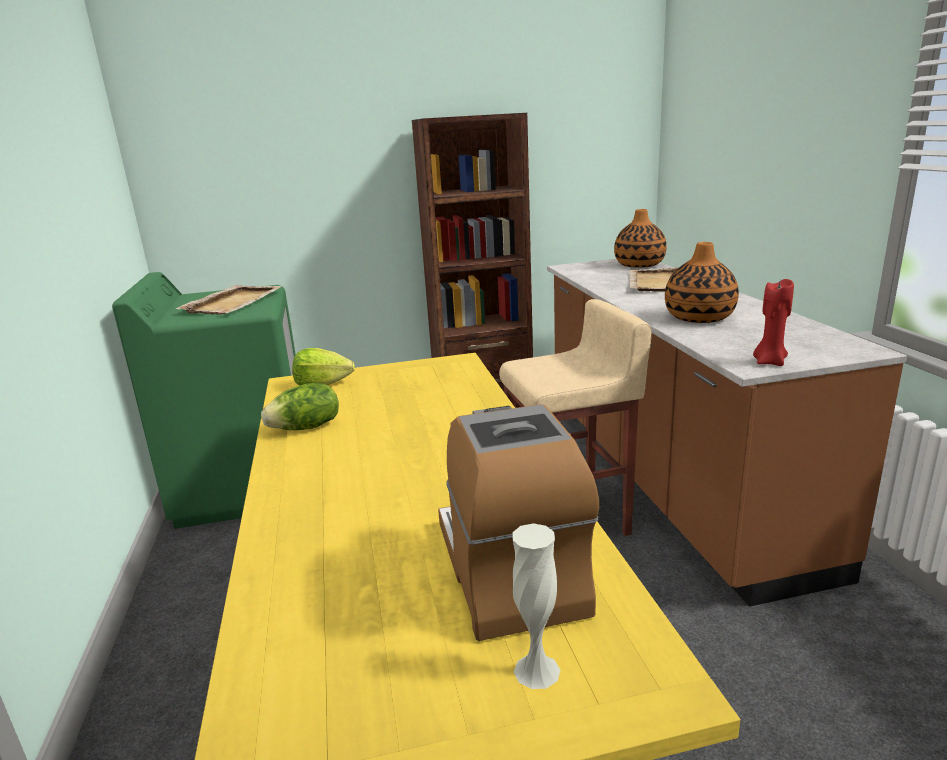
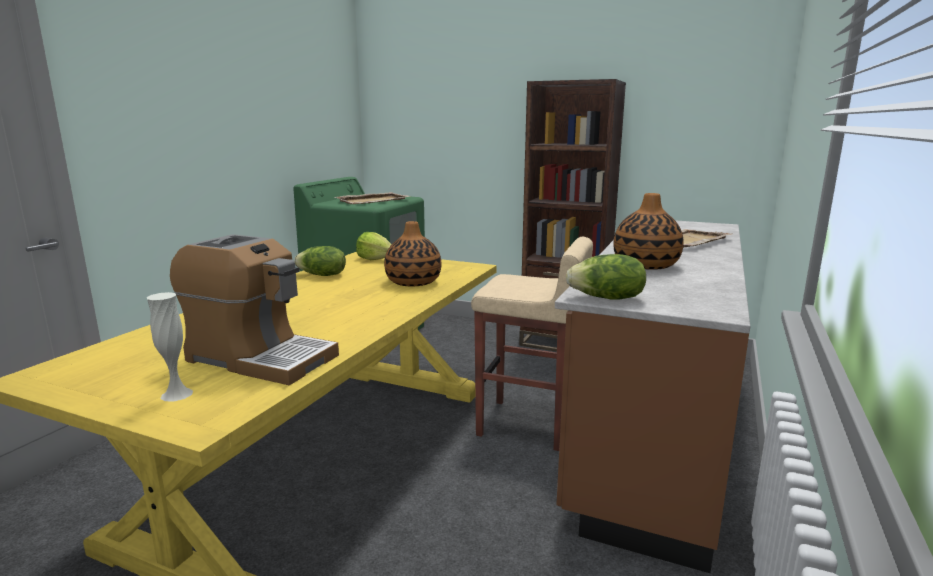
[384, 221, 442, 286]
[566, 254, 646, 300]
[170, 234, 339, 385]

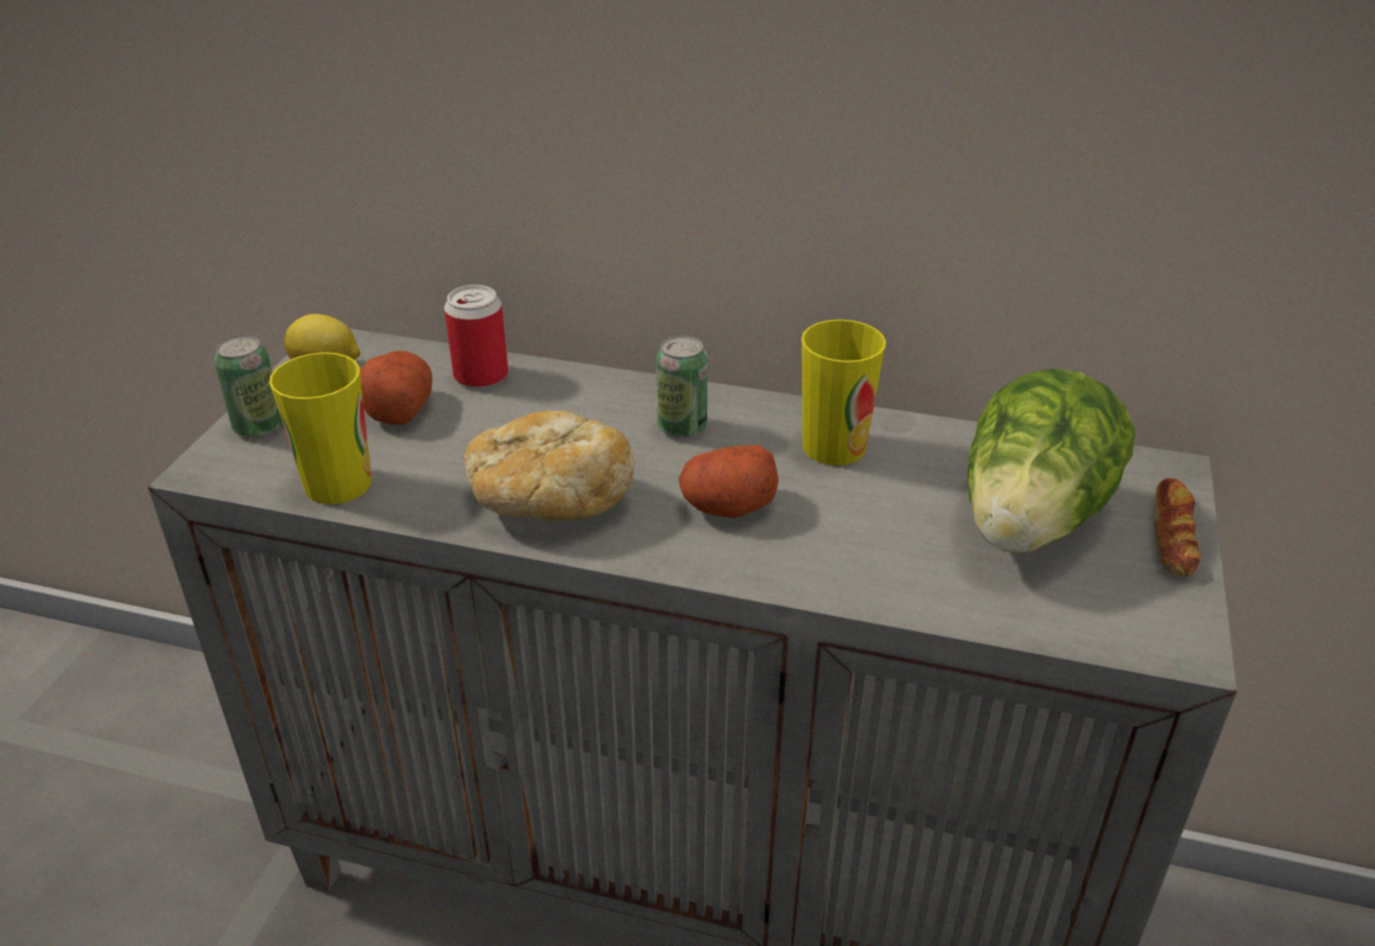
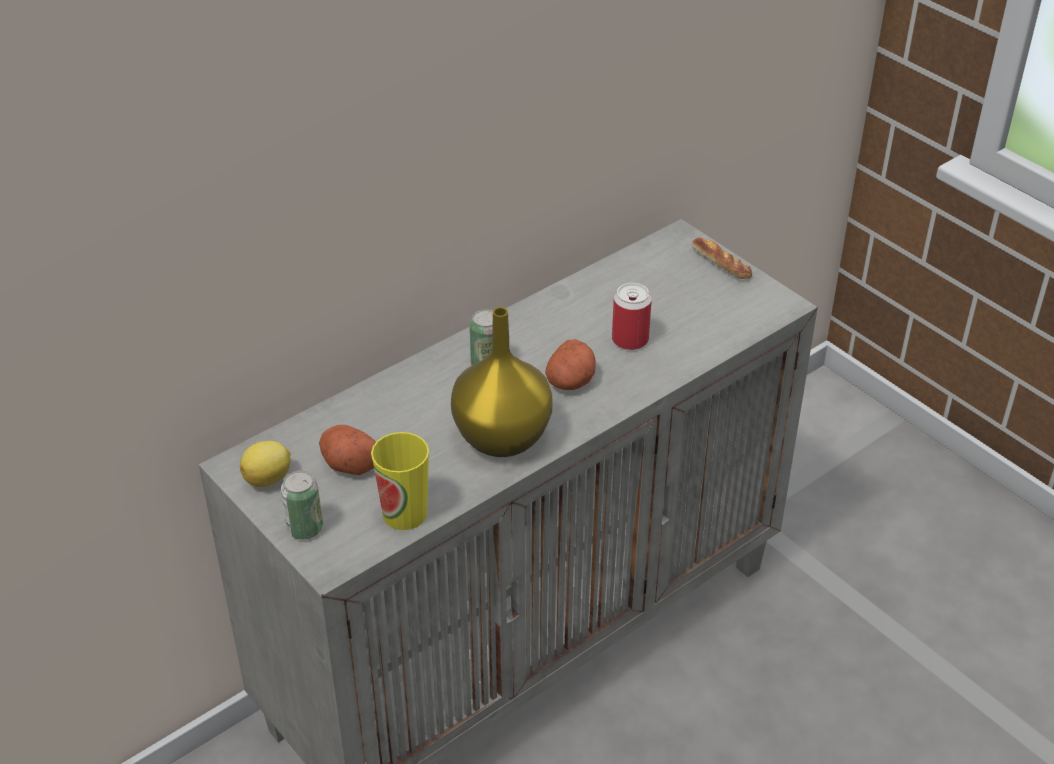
[801, 319, 886, 465] (first image)
[967, 368, 1135, 553] (first image)
[612, 283, 652, 350]
[451, 307, 552, 457]

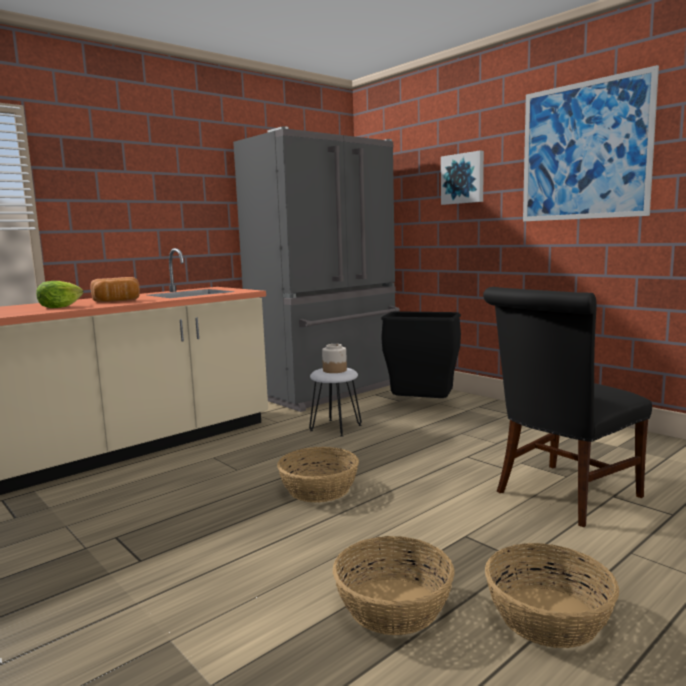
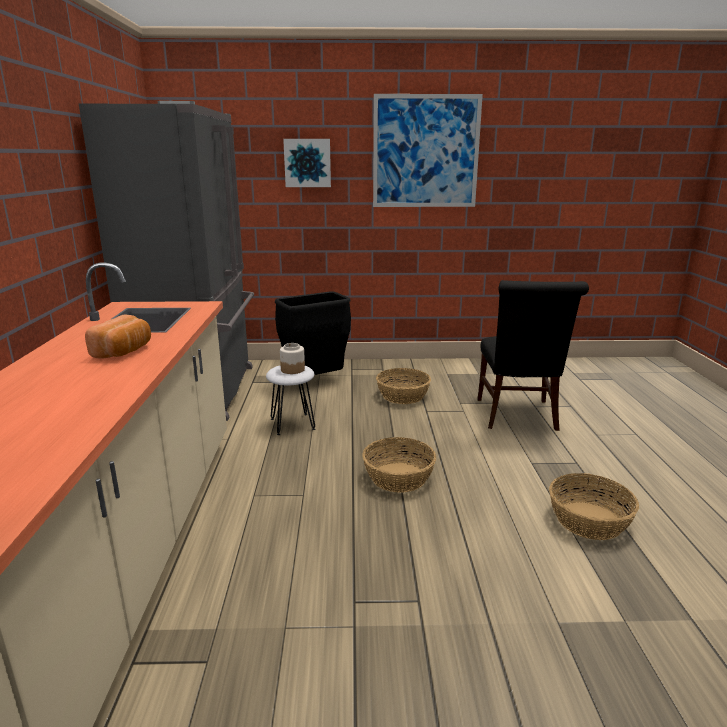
[36, 281, 83, 308] (first image)
[376, 368, 431, 404]

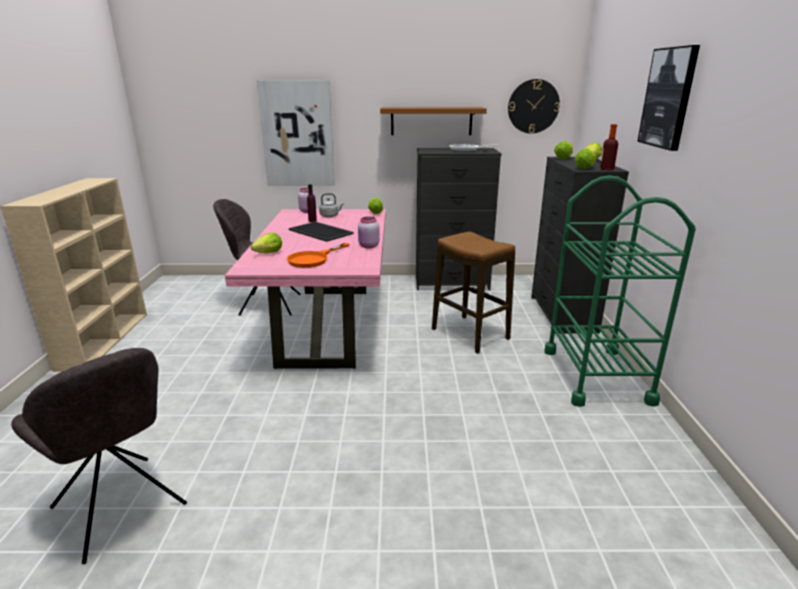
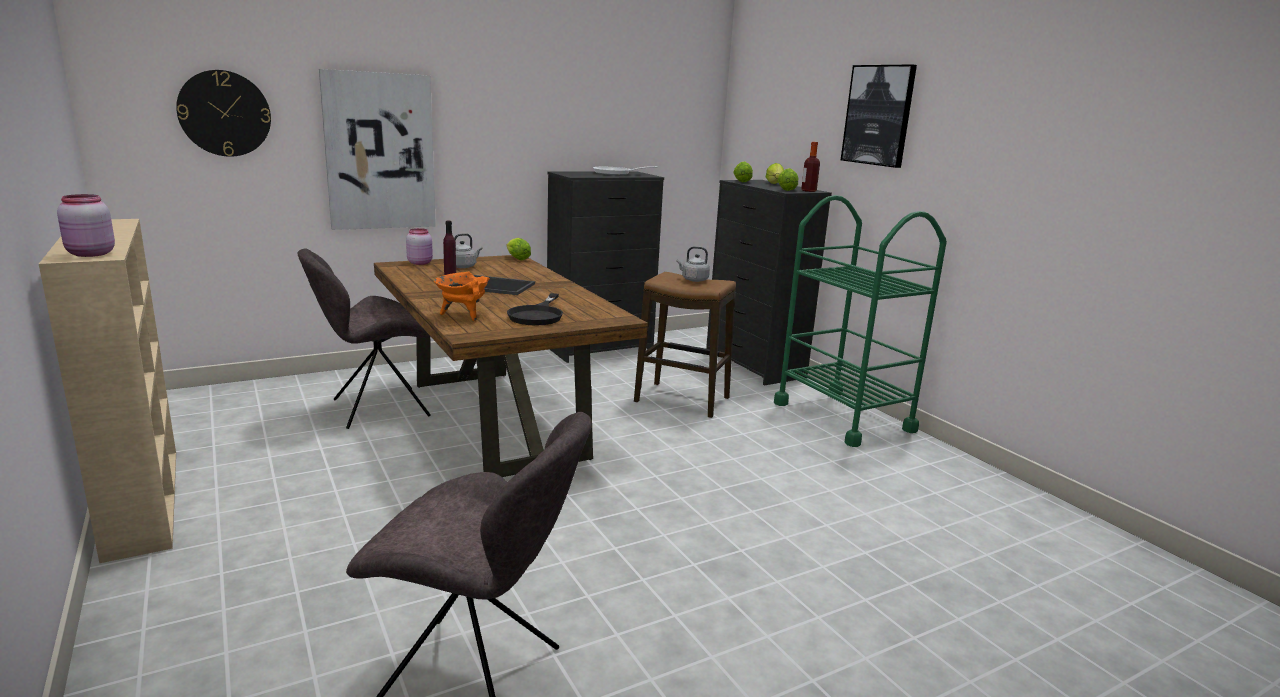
[380, 107, 487, 135] (first image)
[676, 246, 710, 282]
[57, 194, 115, 257]
[176, 70, 271, 157]
[434, 272, 490, 321]
[374, 255, 648, 477]
[507, 293, 563, 326]

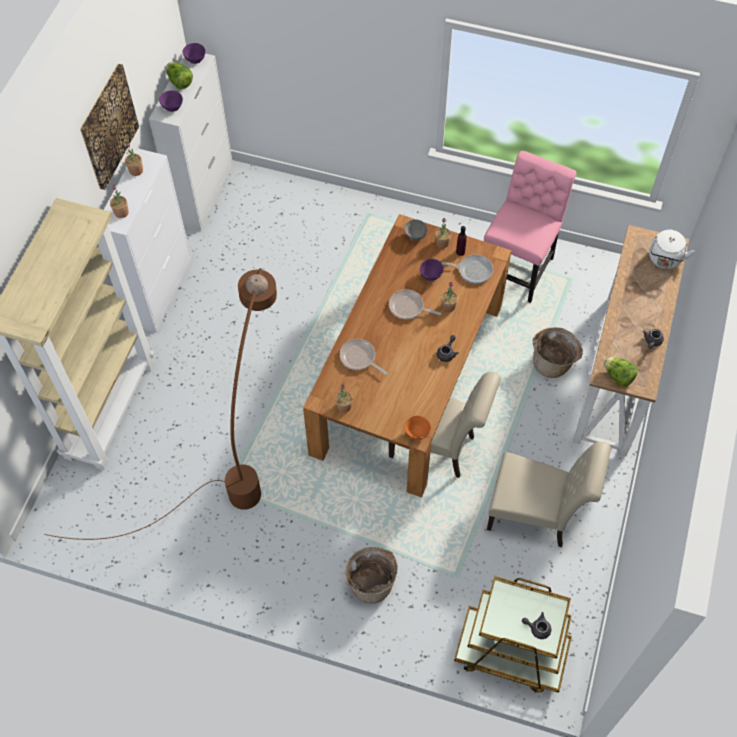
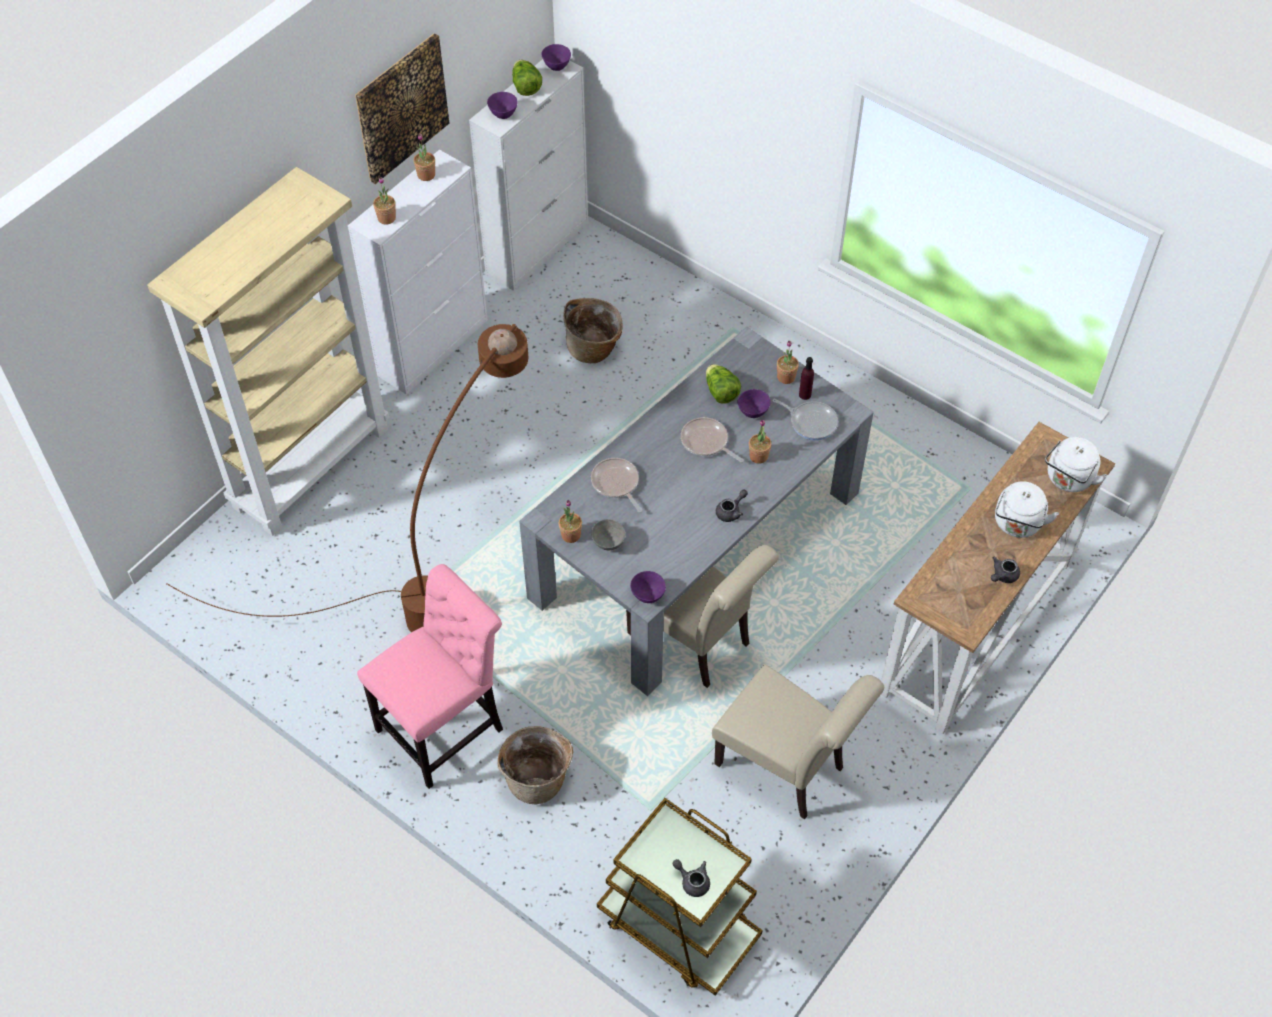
[995, 481, 1059, 538]
[591, 519, 626, 550]
[357, 564, 503, 789]
[563, 298, 623, 363]
[706, 364, 741, 404]
[519, 327, 874, 696]
[630, 571, 666, 603]

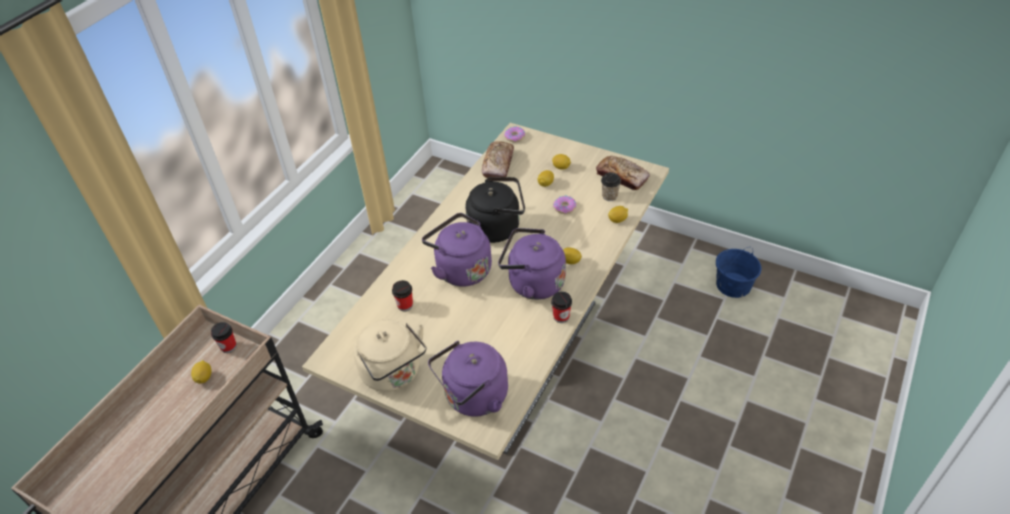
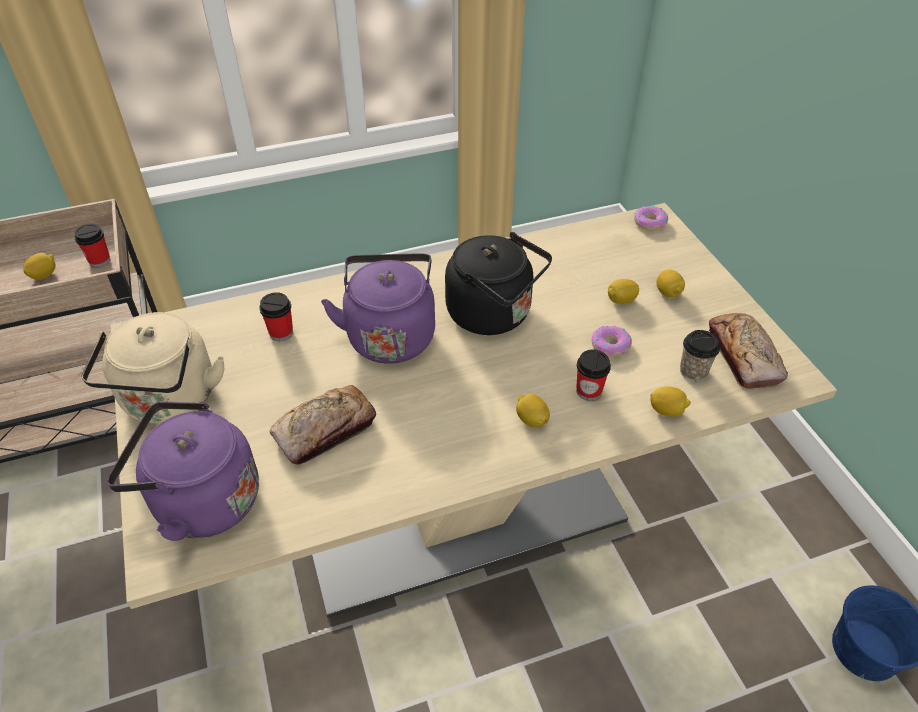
[498, 228, 566, 300] (first image)
[270, 385, 376, 465]
[576, 349, 611, 401]

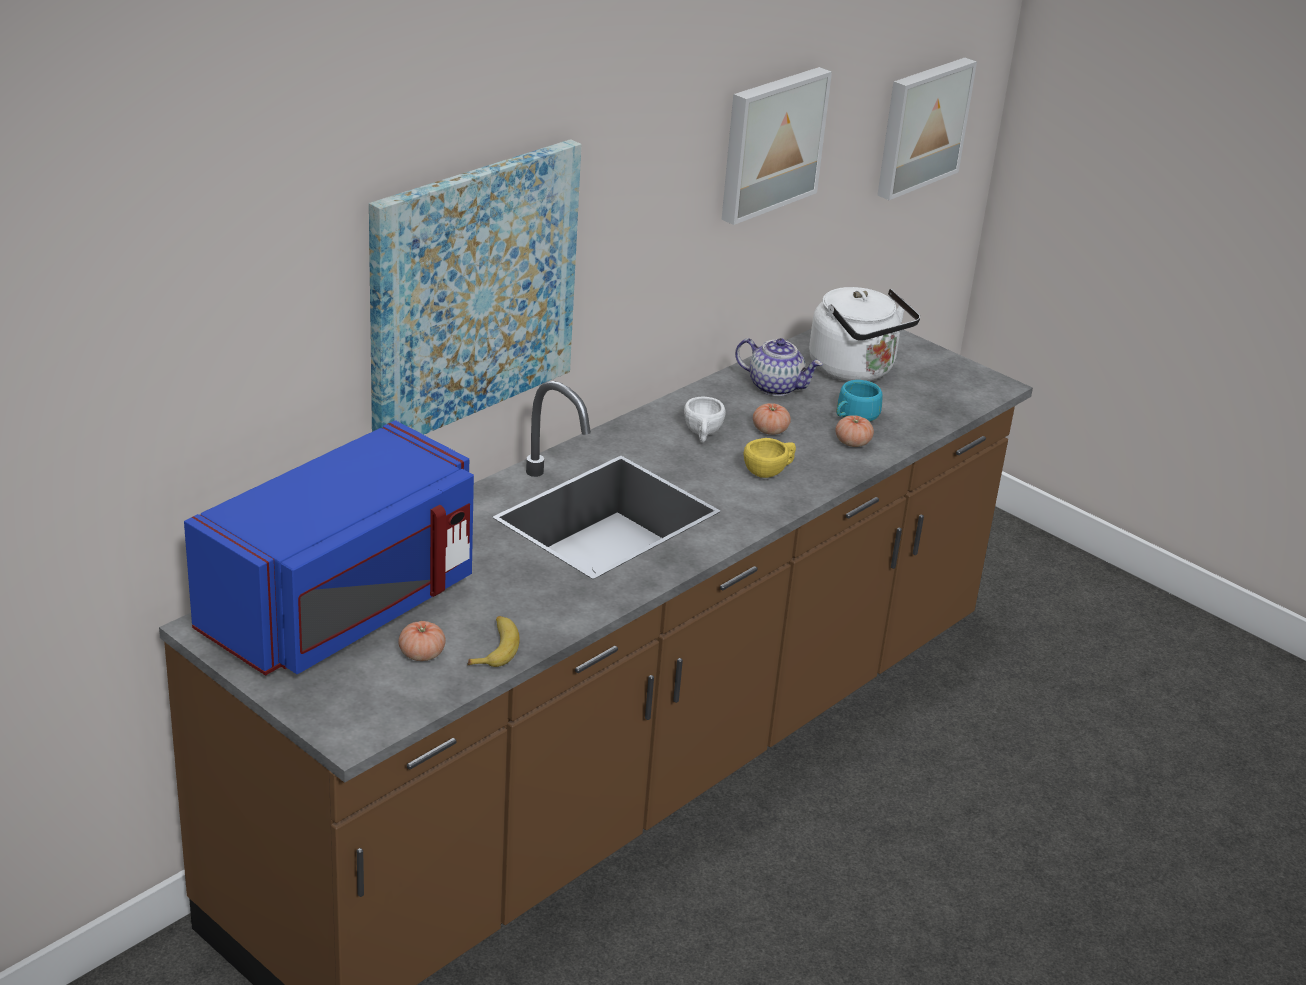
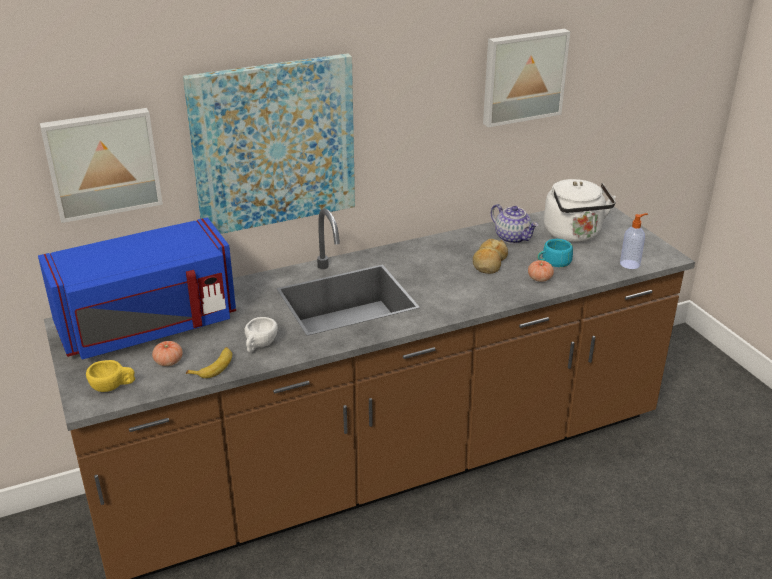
[620, 213, 648, 269]
[245, 317, 278, 353]
[86, 360, 135, 392]
[40, 108, 163, 223]
[473, 239, 508, 274]

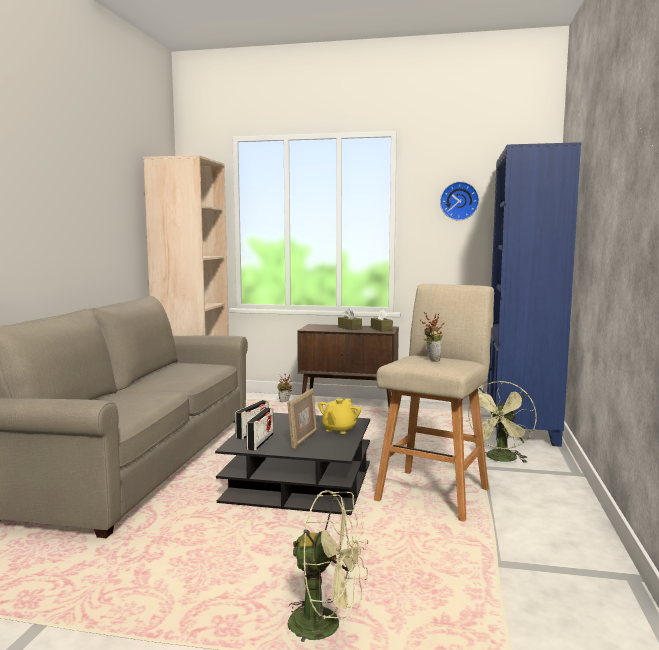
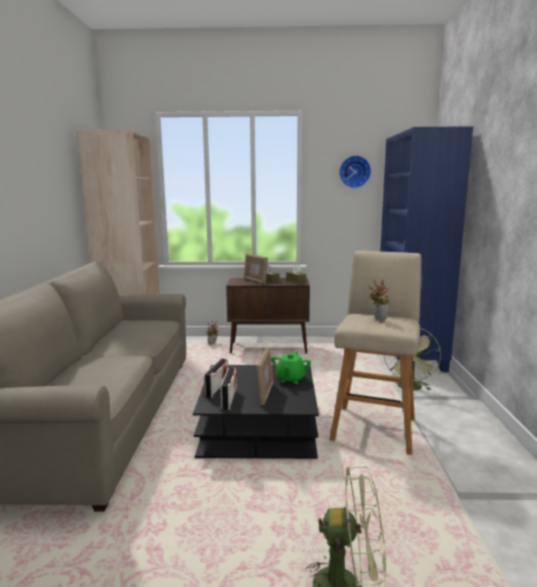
[244, 253, 268, 285]
[271, 351, 311, 384]

